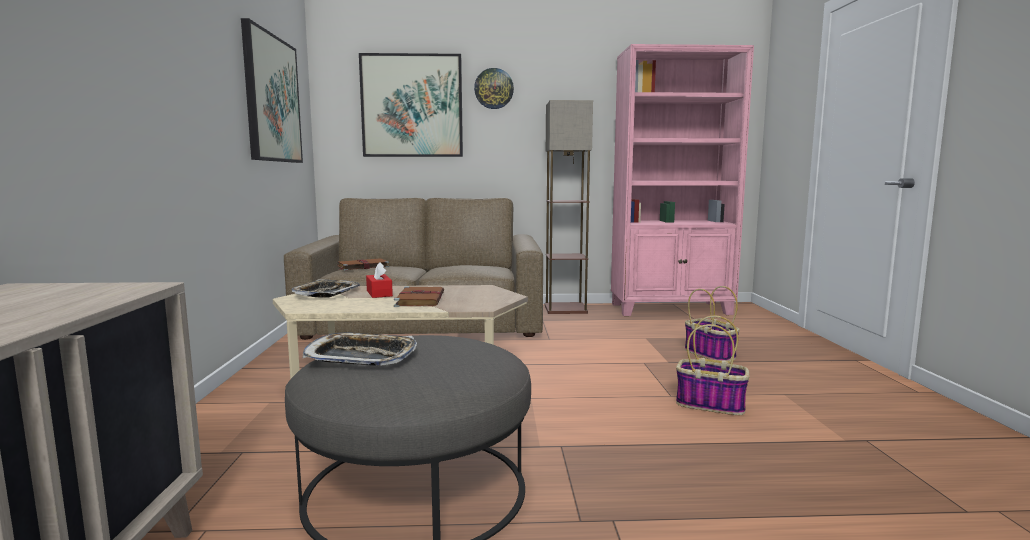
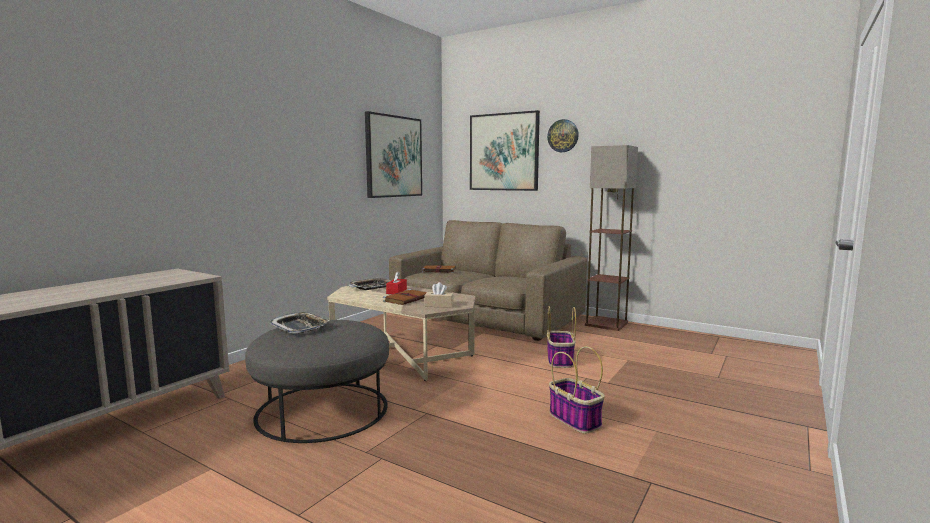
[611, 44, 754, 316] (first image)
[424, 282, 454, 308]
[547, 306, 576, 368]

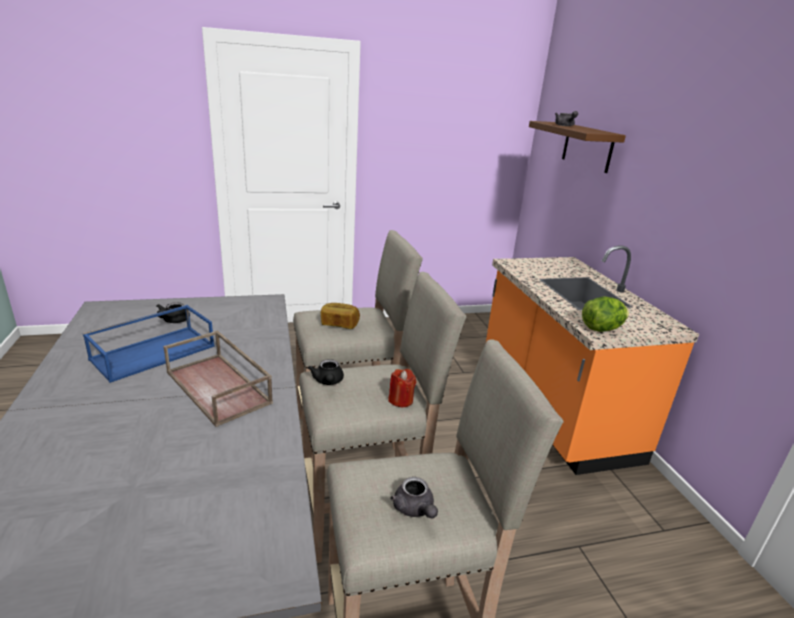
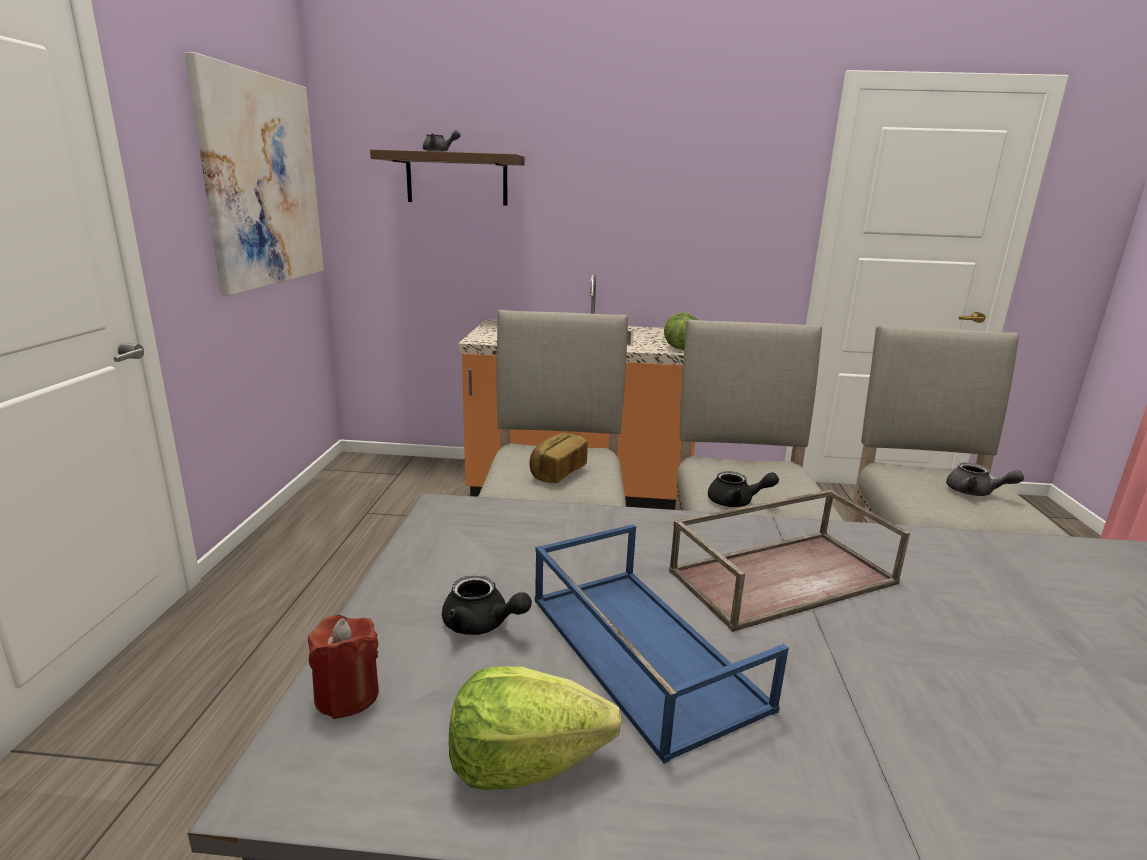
[185, 52, 324, 296]
[449, 667, 622, 790]
[308, 615, 379, 719]
[946, 462, 1024, 496]

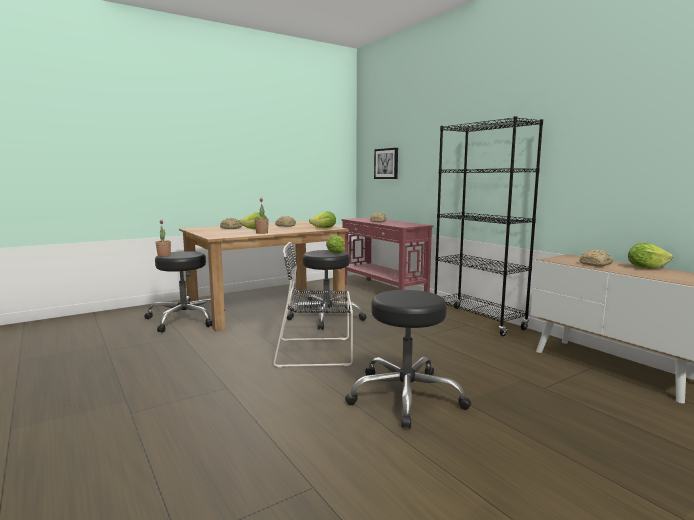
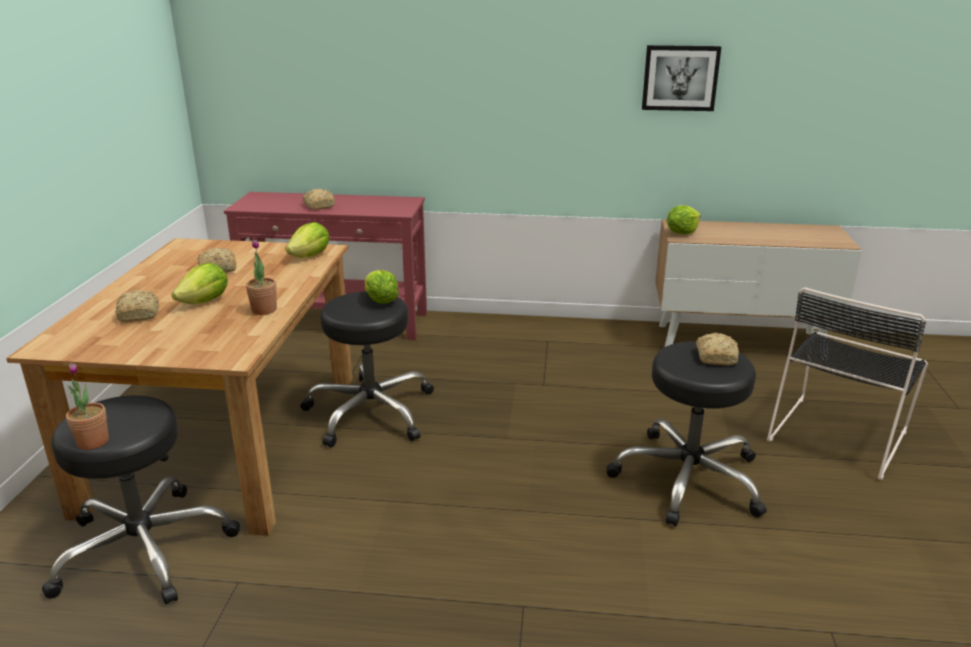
[434, 116, 543, 336] (first image)
[767, 287, 928, 480]
[642, 45, 721, 111]
[696, 333, 739, 365]
[667, 205, 701, 234]

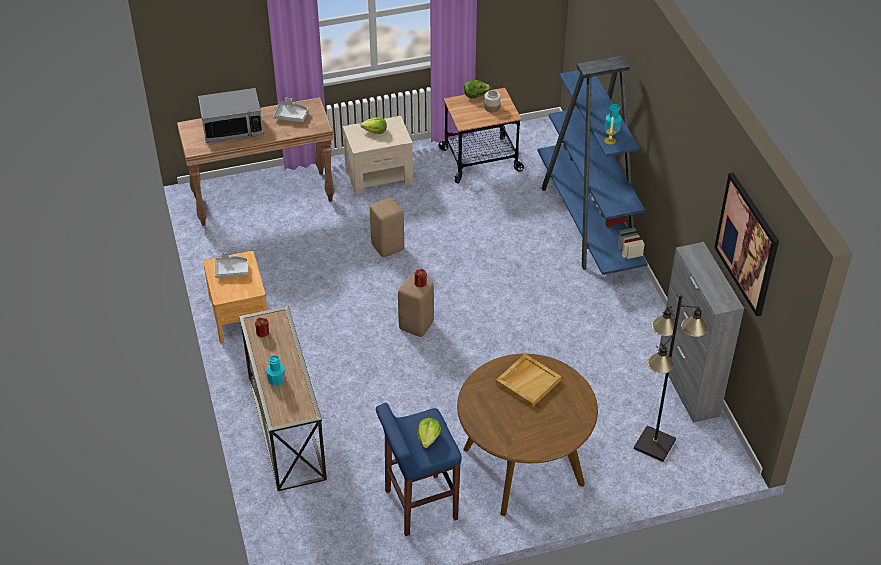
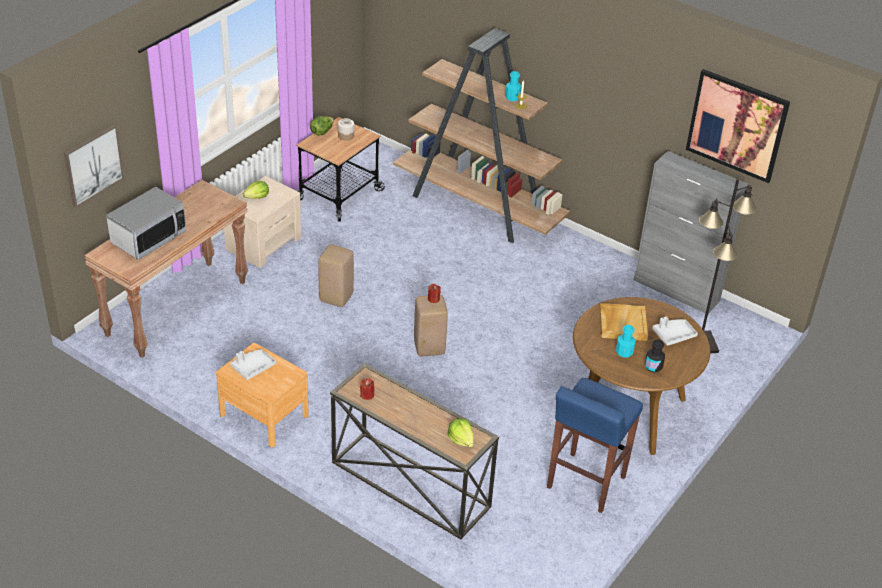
[64, 124, 124, 208]
[645, 339, 665, 372]
[616, 325, 636, 357]
[652, 317, 698, 346]
[448, 418, 474, 447]
[393, 28, 570, 243]

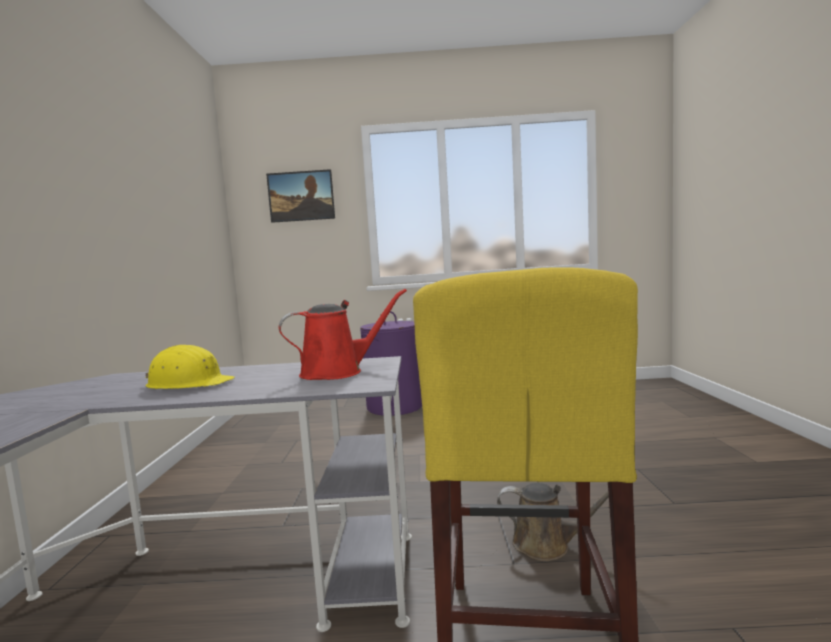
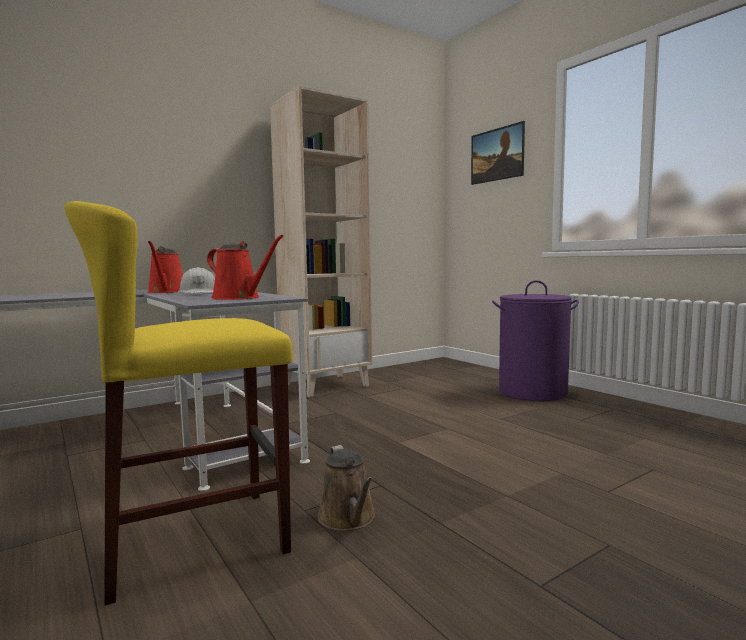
[147, 241, 183, 293]
[270, 85, 372, 397]
[178, 267, 215, 293]

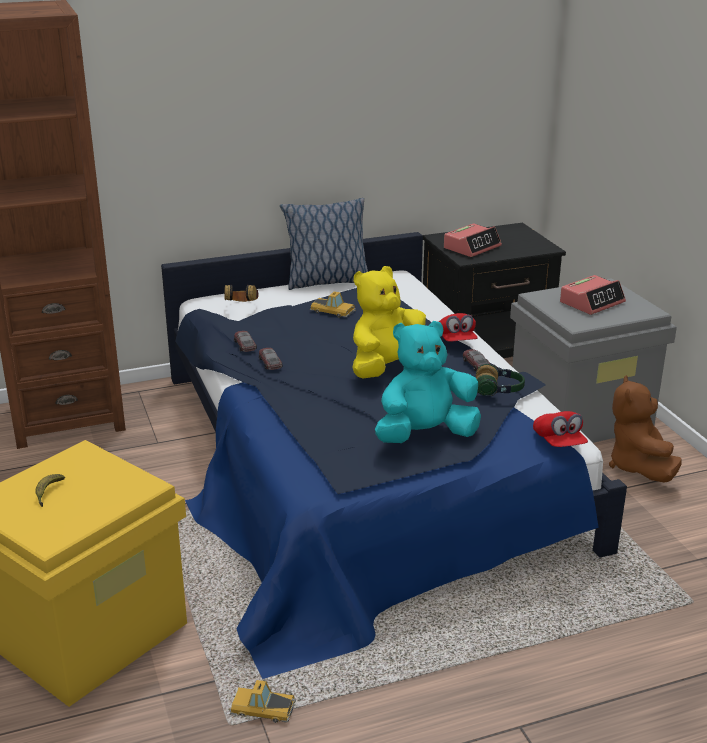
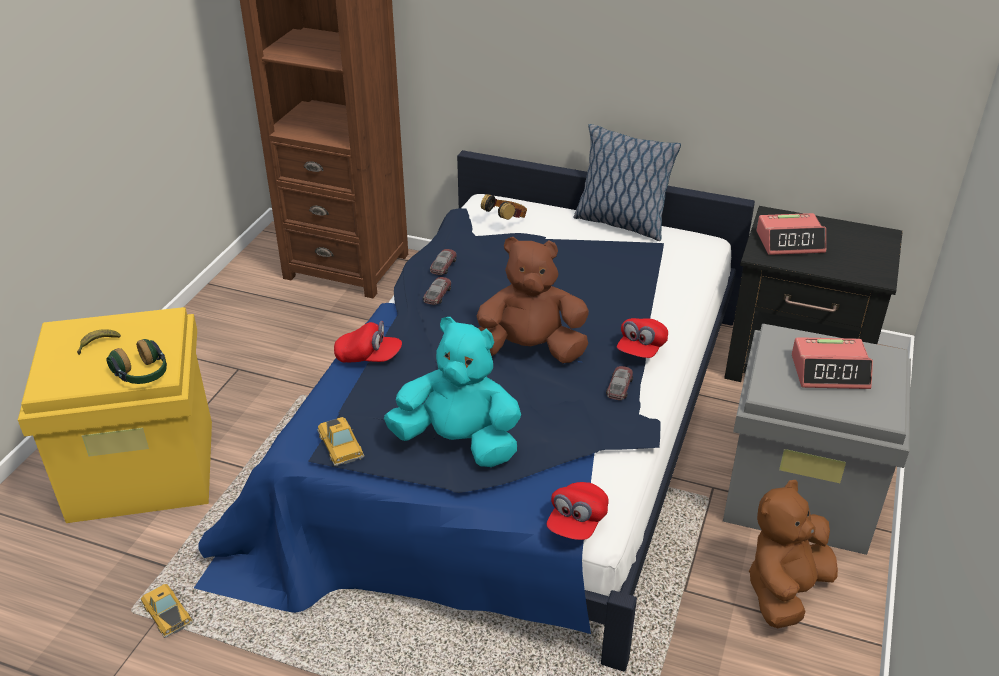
[334, 321, 402, 363]
[317, 417, 365, 466]
[106, 339, 167, 384]
[477, 237, 589, 363]

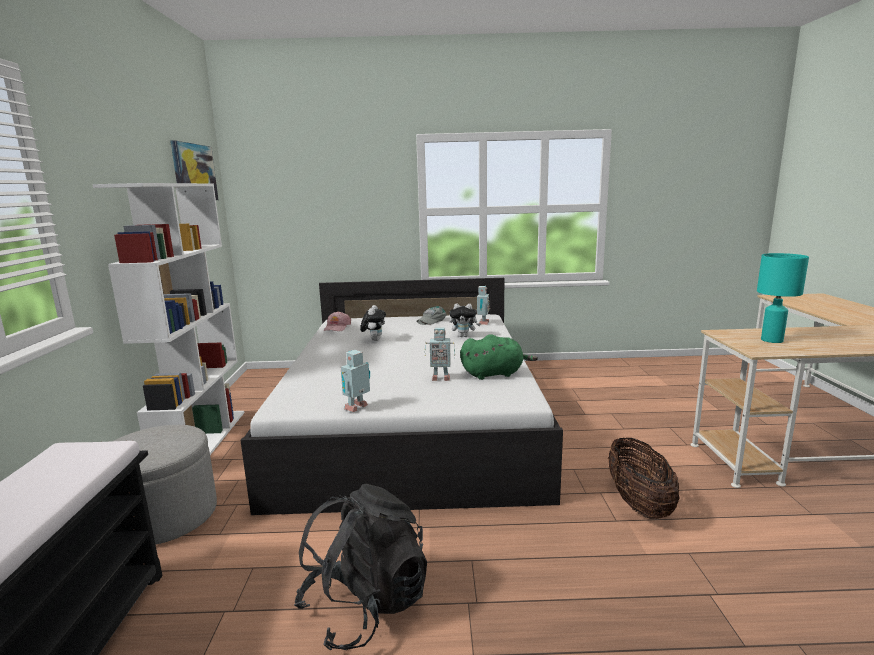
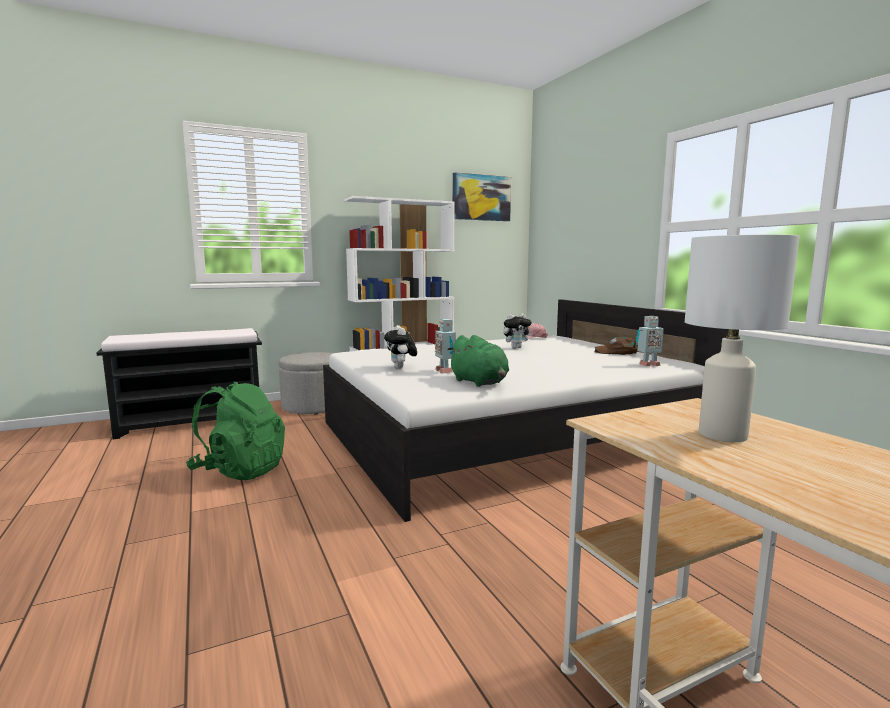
[341, 350, 370, 412] (first image)
[608, 437, 680, 519] (first image)
[384, 325, 417, 369]
[186, 381, 285, 480]
[594, 337, 637, 355]
[685, 234, 799, 442]

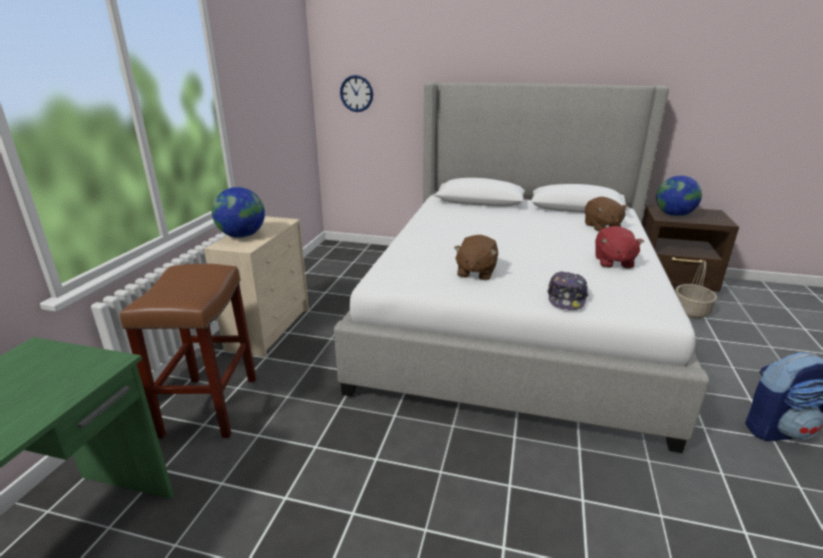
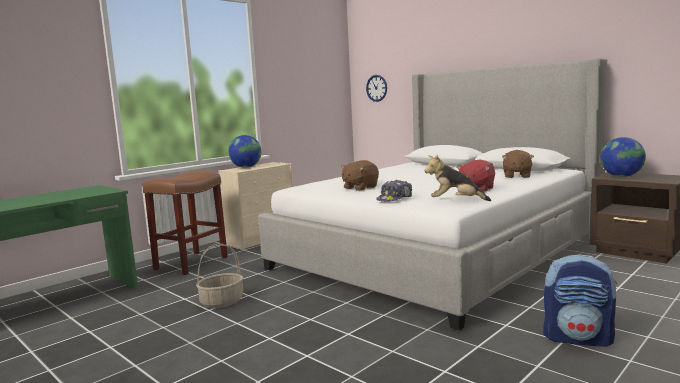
[424, 155, 491, 201]
[196, 244, 243, 308]

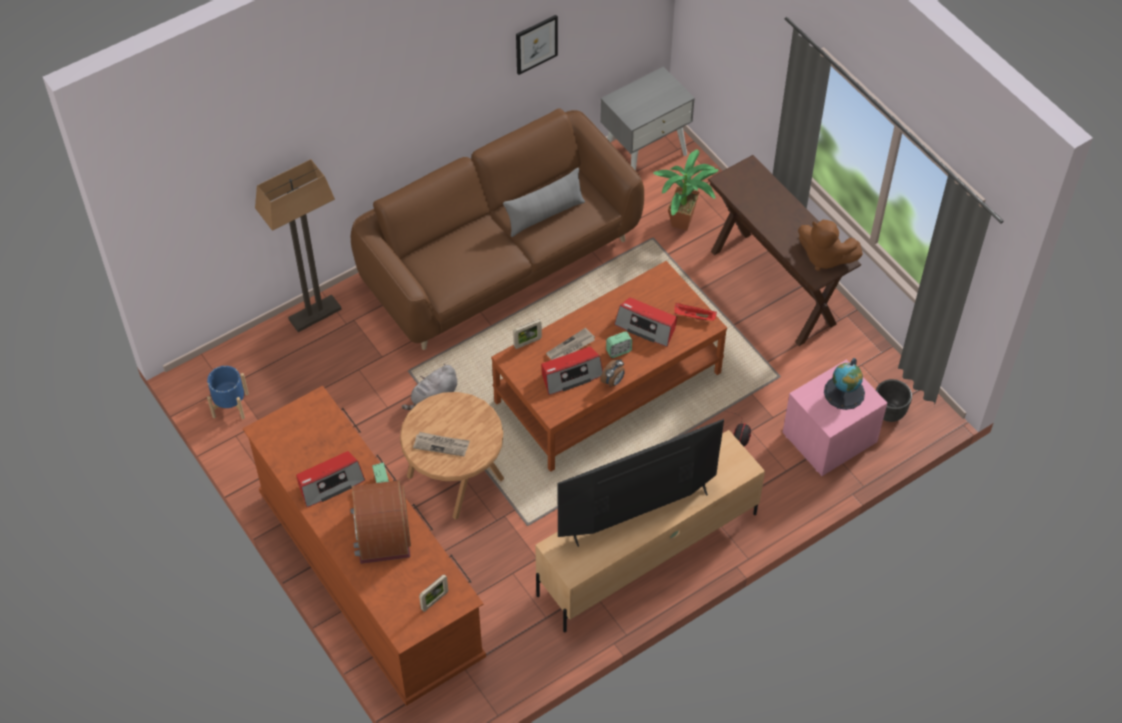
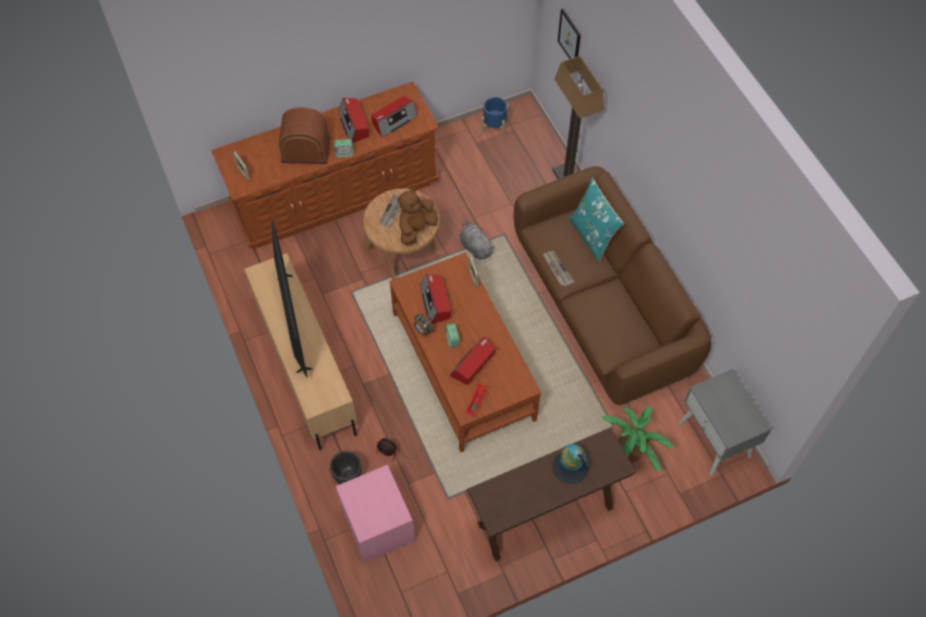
[503, 168, 585, 237] (first image)
[371, 96, 418, 137]
[568, 178, 624, 263]
[558, 9, 581, 59]
[543, 251, 575, 286]
[397, 188, 438, 245]
[552, 444, 590, 484]
[330, 451, 362, 484]

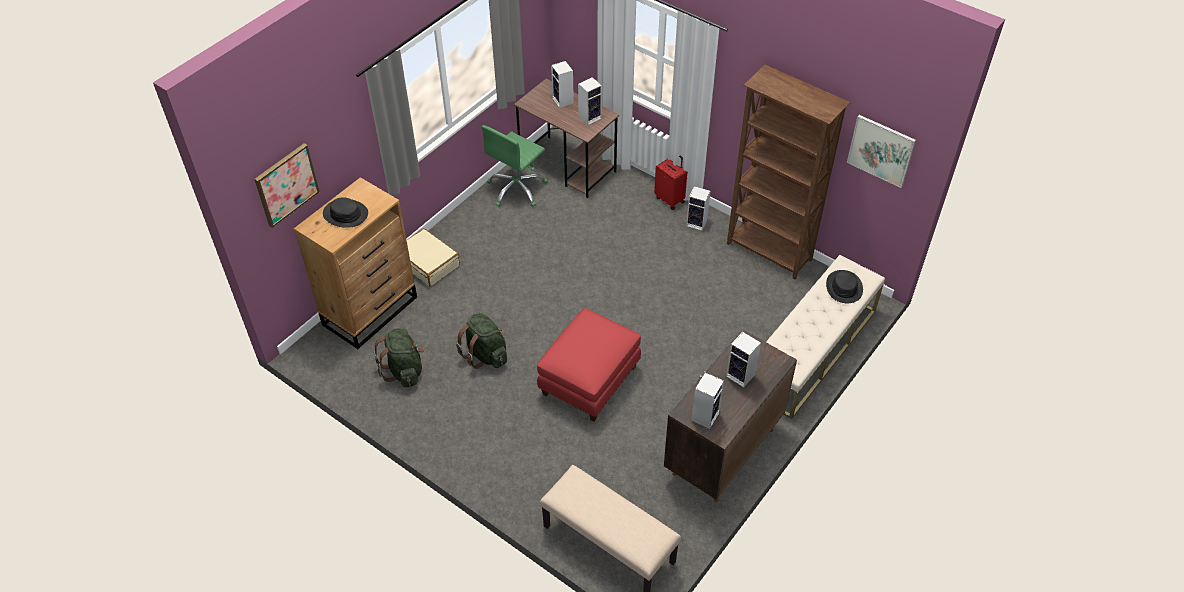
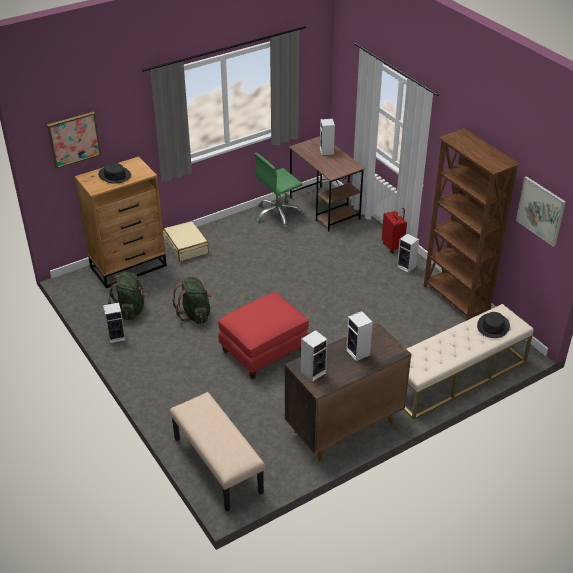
[103, 302, 125, 343]

